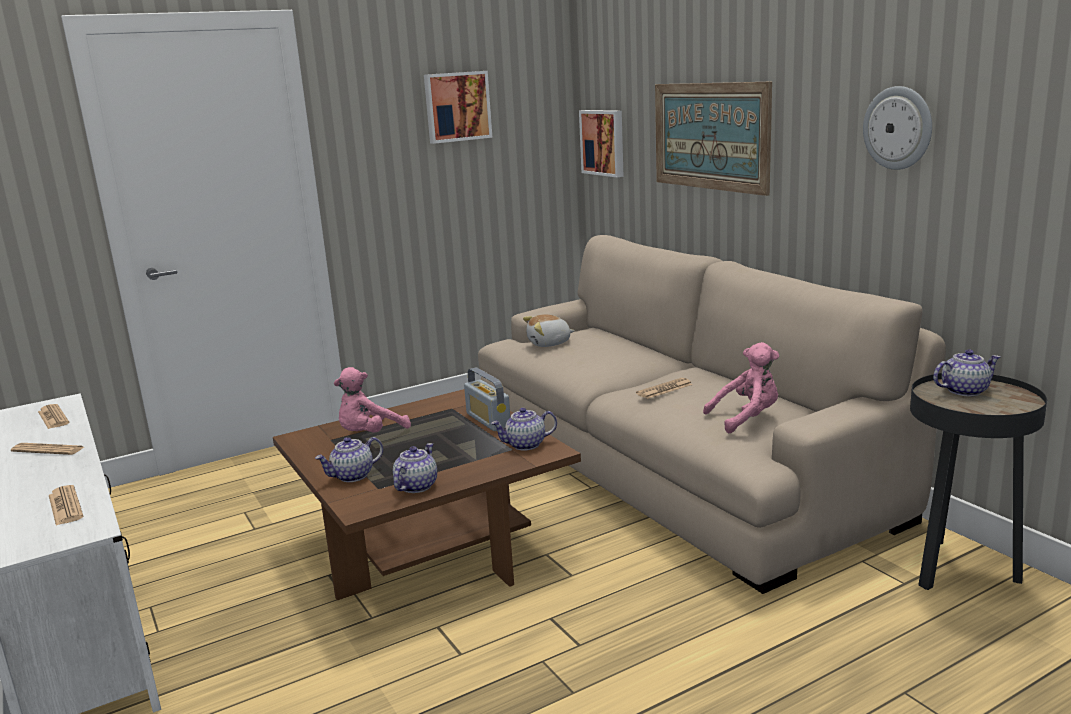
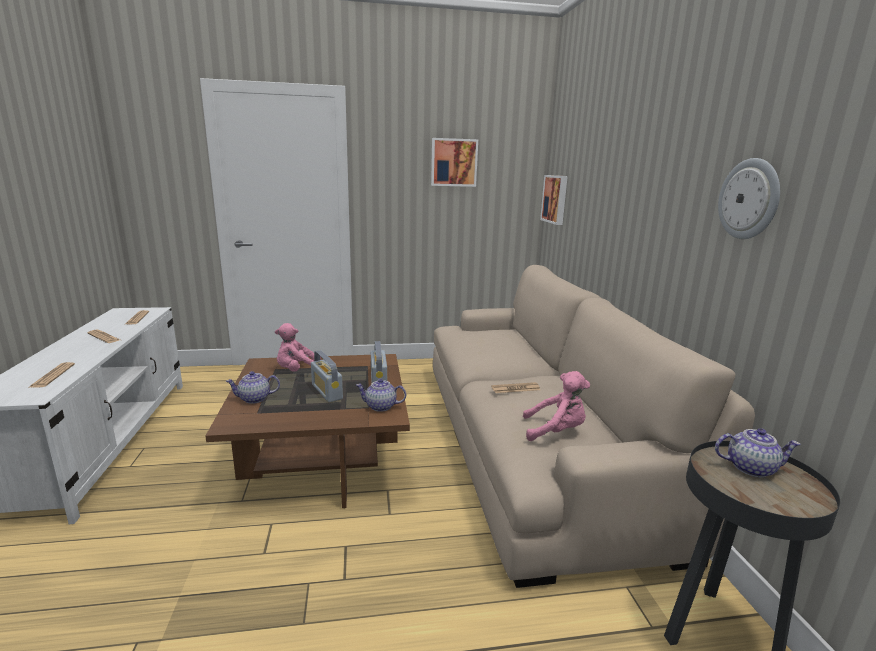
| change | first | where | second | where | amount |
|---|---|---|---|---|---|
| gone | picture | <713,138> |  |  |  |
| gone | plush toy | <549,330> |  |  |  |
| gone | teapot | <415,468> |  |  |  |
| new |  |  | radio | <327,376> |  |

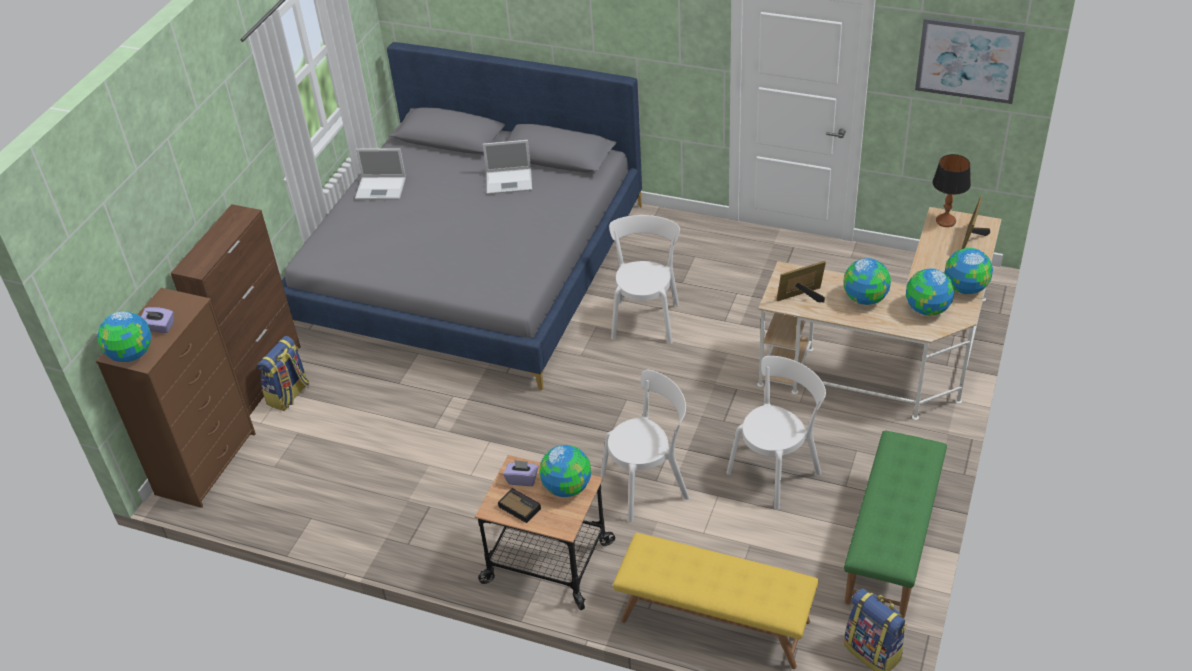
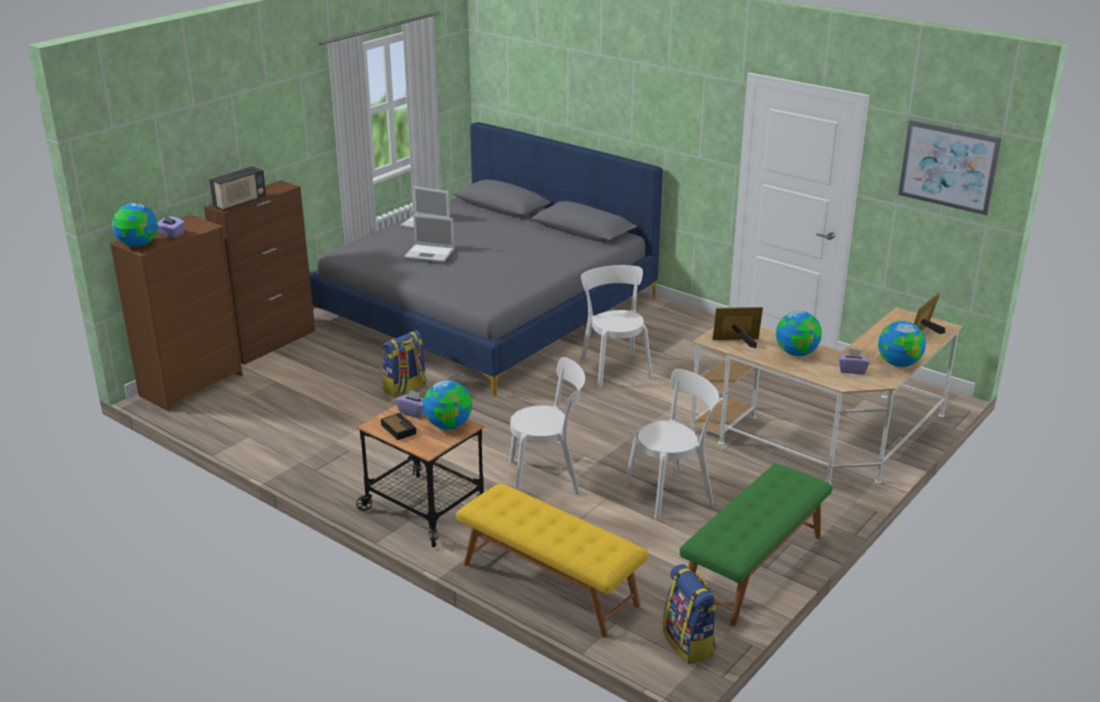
| change | first | where | second | where | amount |
|---|---|---|---|---|---|
| shifted | laptop | <507,167> |  | <429,238> |  |
| gone | table lamp | <952,190> |  |  |  |
| rotated | white chair | <644,279> |  | <616,326> | 45 degrees counterclockwise |
| swapped | globe | <930,292> | purple tissue box | <854,361> |  |
| shifted | backpack | <283,373> |  | <404,364> |  |
| new |  |  | radio | <237,188> |  |

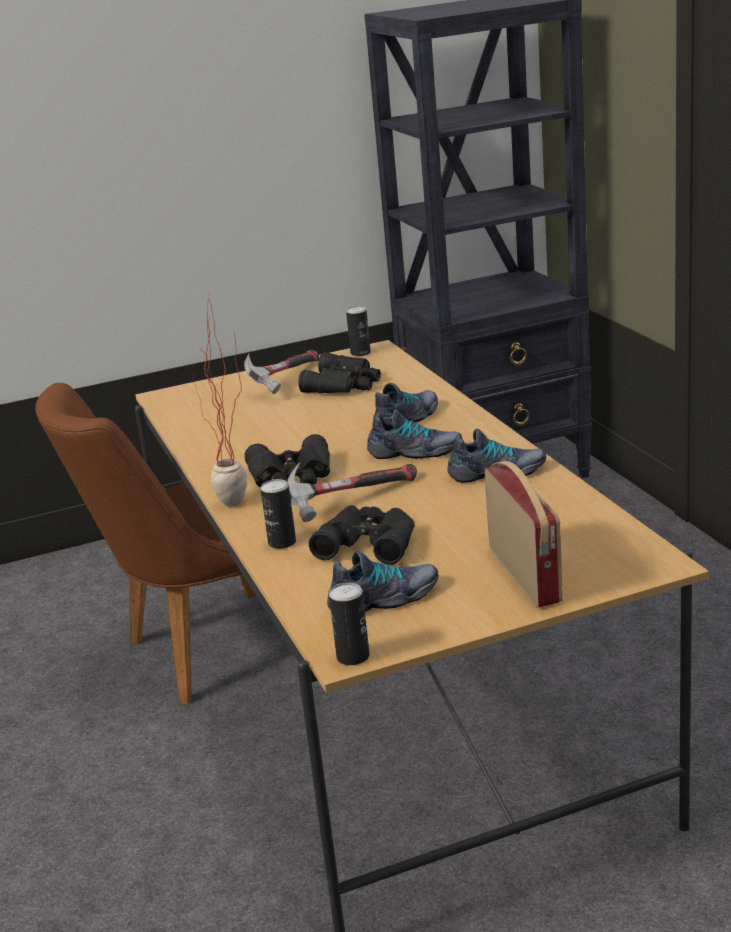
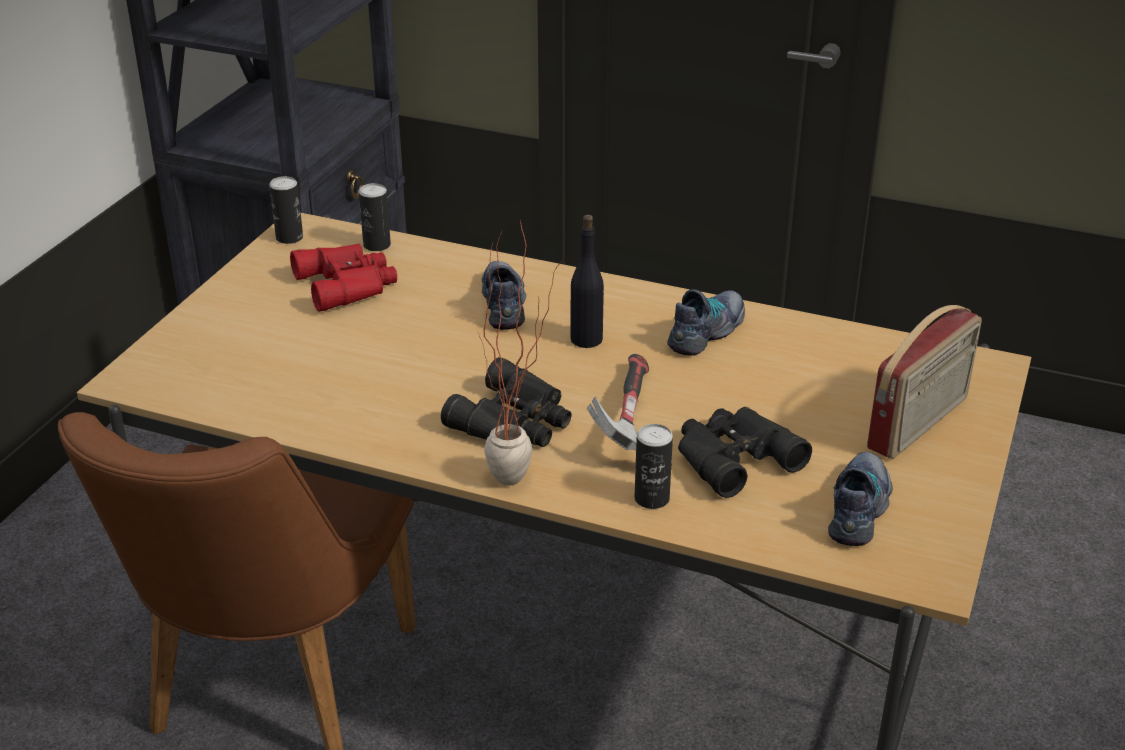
| change | first | where | second | where | amount |
|---|---|---|---|---|---|
| gone | hammer | <281,372> |  |  |  |
| repainted | black binoculars | <339,373> | red binoculars | <343,277> |  |
| swapped | shoe | <414,434> | black bottle | <587,281> |  |
| rotated | radio | <524,534> |  | <924,382> | 105 degrees clockwise |
| shifted | can | <349,624> |  | <375,217> |  |

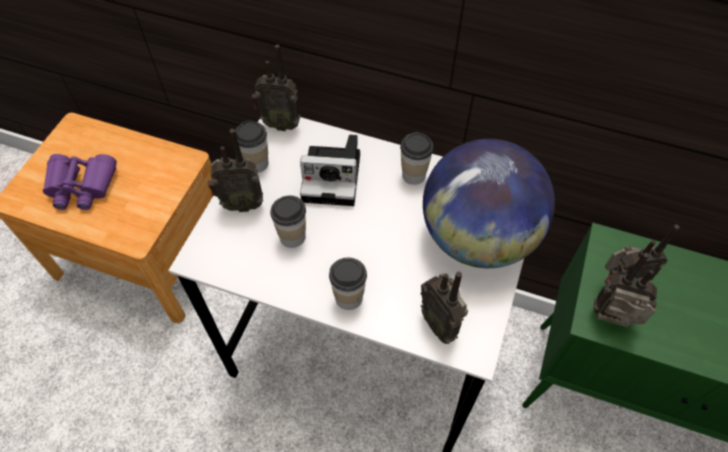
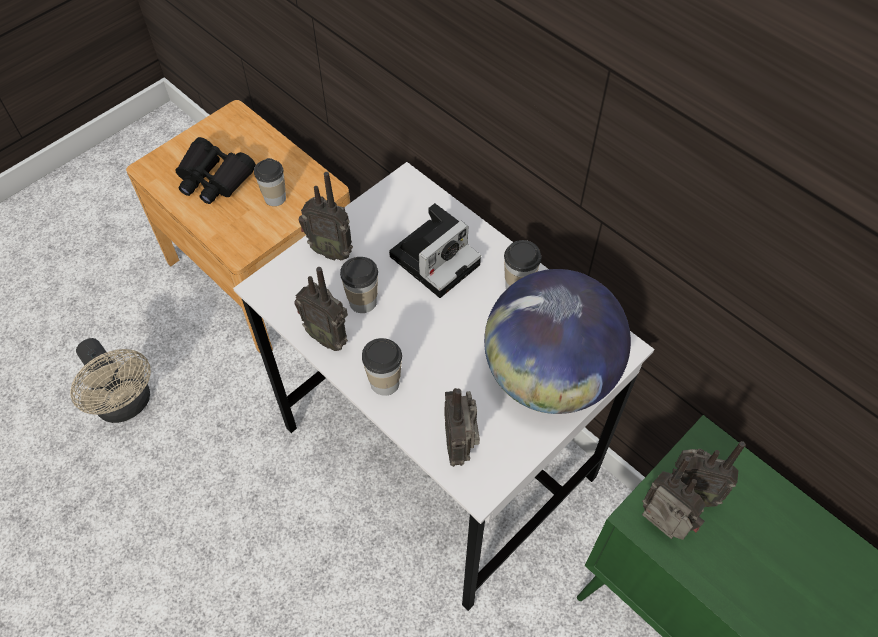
| change | first | where | second | where | amount |
|---|---|---|---|---|---|
| shifted | radio | <276,88> |  | <321,309> |  |
| shifted | cup | <252,146> |  | <270,182> |  |
| rotated | photo camera | <330,170> |  | <435,250> | 75 degrees counterclockwise |
| repainted | purple binoculars | <80,182> | black binoculars | <215,170> |  |
| new |  |  | beige fan | <110,380> |  |

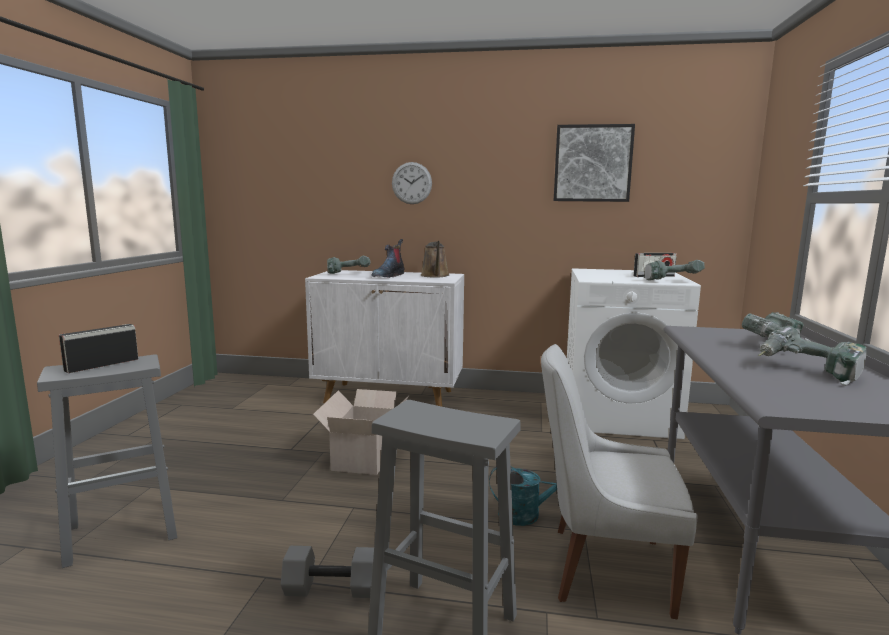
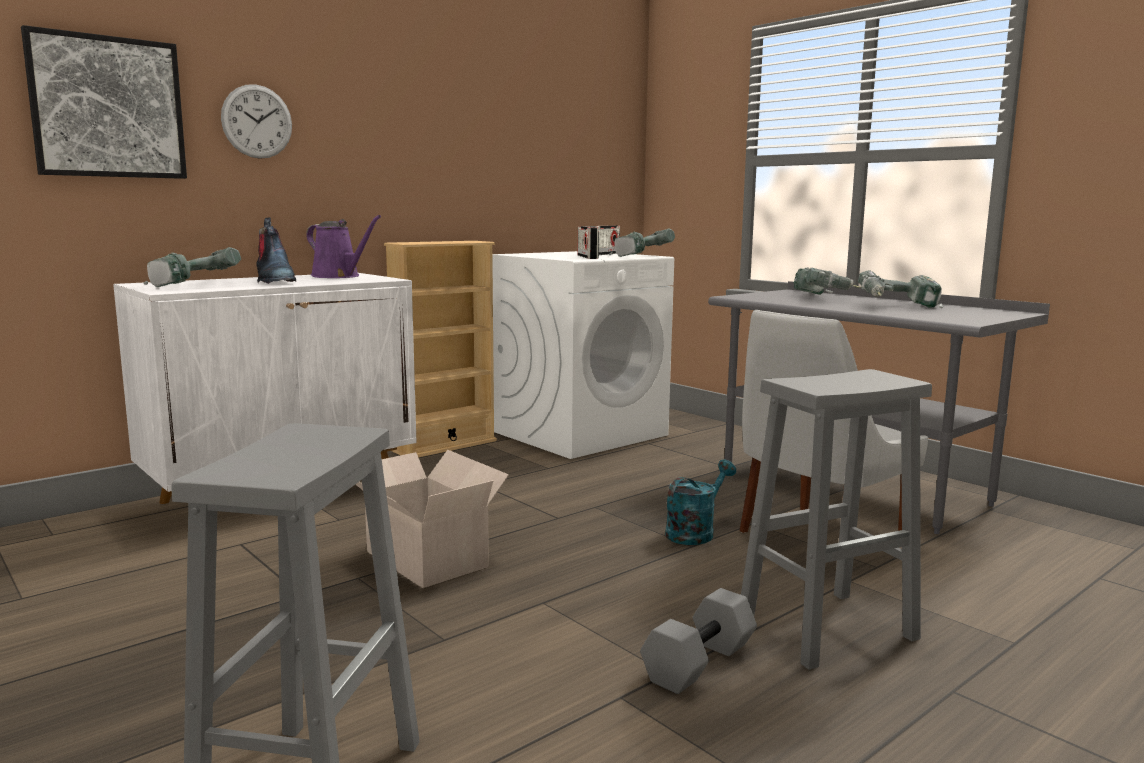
| change | first | where | second | where | amount |
|---|---|---|---|---|---|
| shifted | picture | <594,163> |  | <104,102> |  |
| repainted | brown watering can | <435,259> | purple watering can | <343,246> |  |
| shifted | radio | <98,348> |  | <588,242> |  |
| new |  |  | beige bookcase | <440,349> |  |

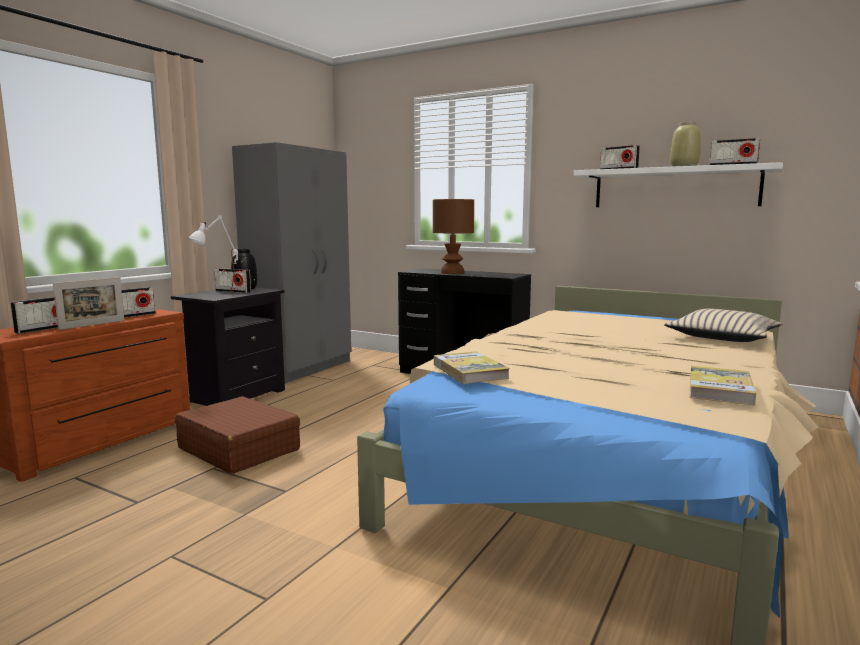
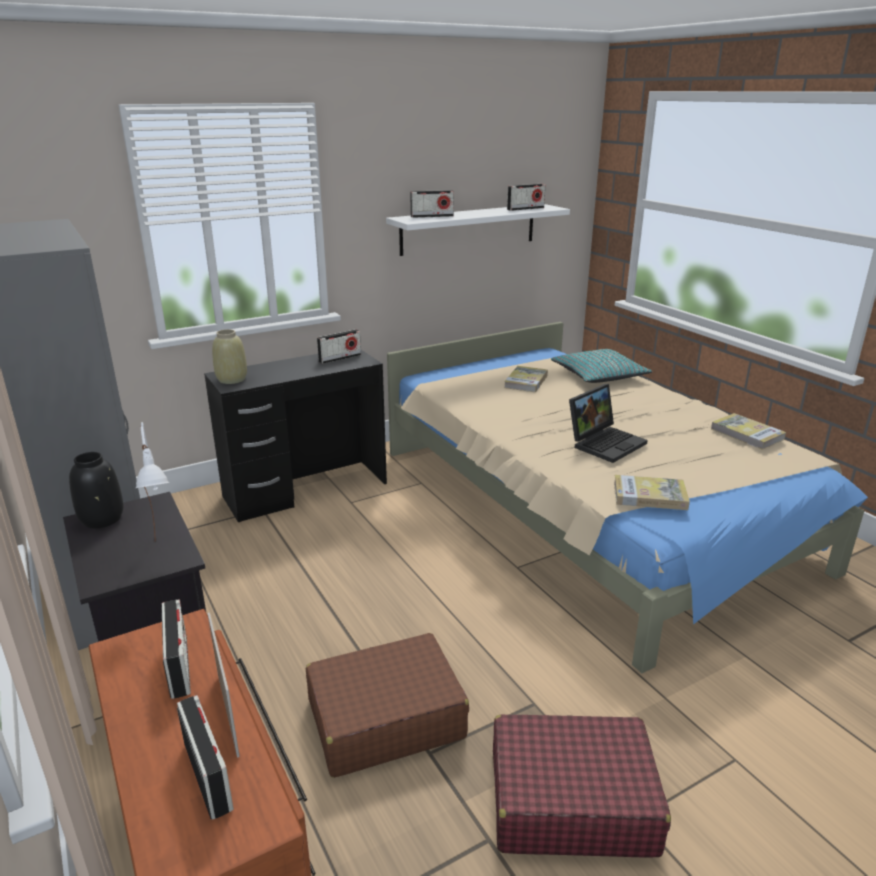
| change | first | where | second | where | amount |
|---|---|---|---|---|---|
| shifted | beige vase | <685,144> |  | <229,356> |  |
| gone | brown table lamp | <453,236> |  |  |  |
| shifted | radio | <232,280> |  | <339,346> |  |
| repainted | beige pillow | <723,325> | turquoise pillow | <602,366> |  |
| new |  |  | book | <526,379> |  |
| new |  |  | laptop | <608,423> |  |
| new |  |  | red suitcase | <582,786> |  |

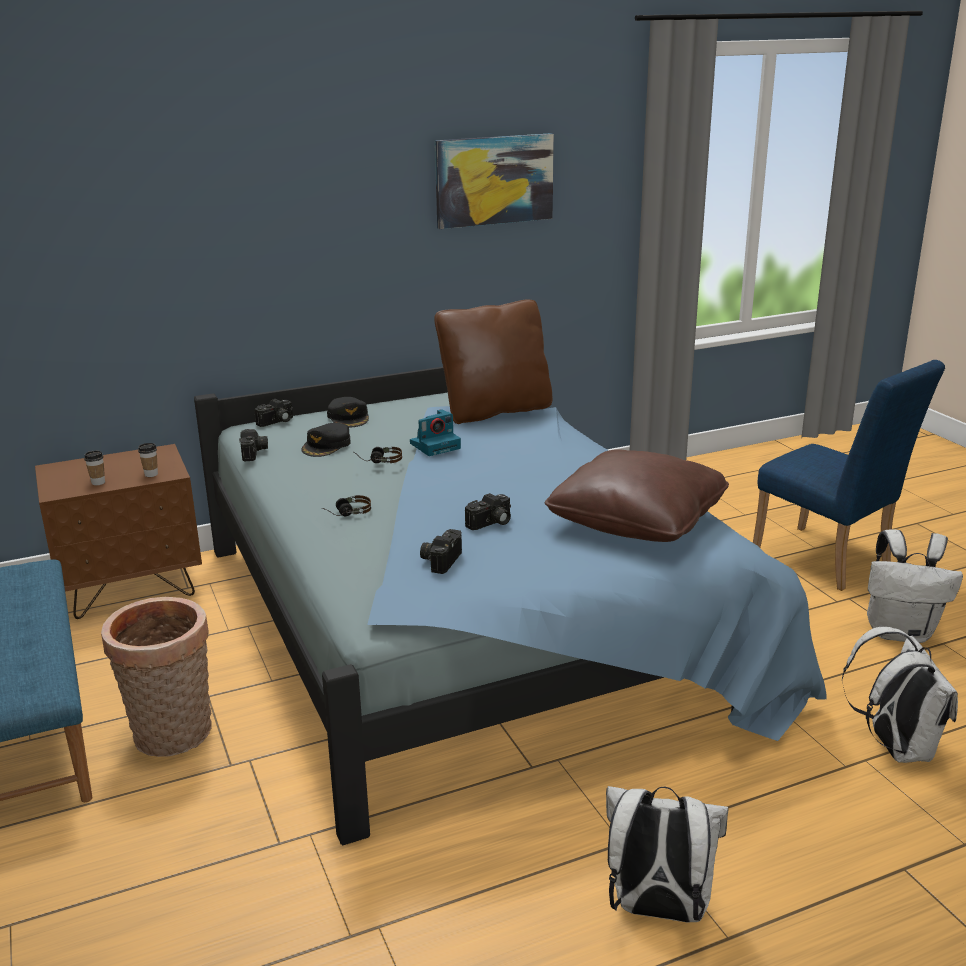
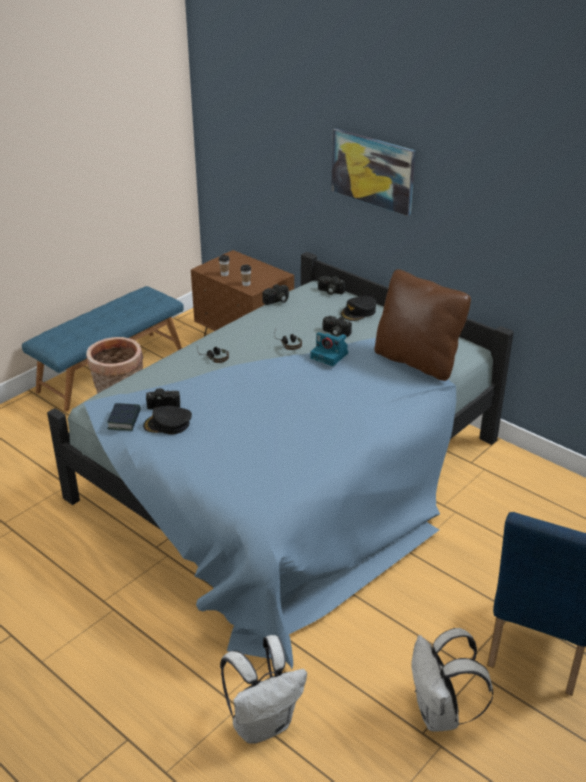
| change | first | where | second | where | amount |
|---|---|---|---|---|---|
| shifted | picture | <494,181> |  | <373,172> |  |
| shifted | black cap | <326,440> |  | <167,420> |  |
| gone | brown pillow | <637,495> |  |  |  |
| shifted | photo camera | <488,511> |  | <337,326> |  |
| gone | white backpack | <667,854> |  |  |  |
| new |  |  | book | <124,417> |  |

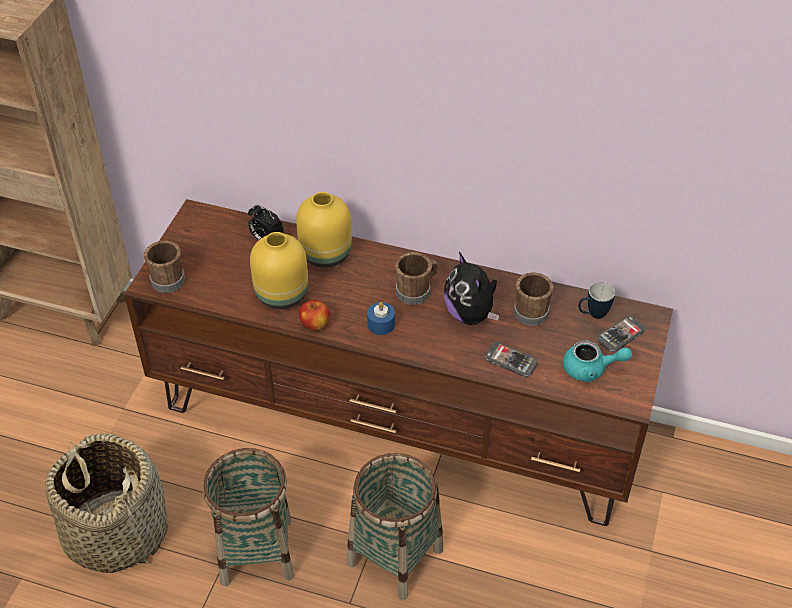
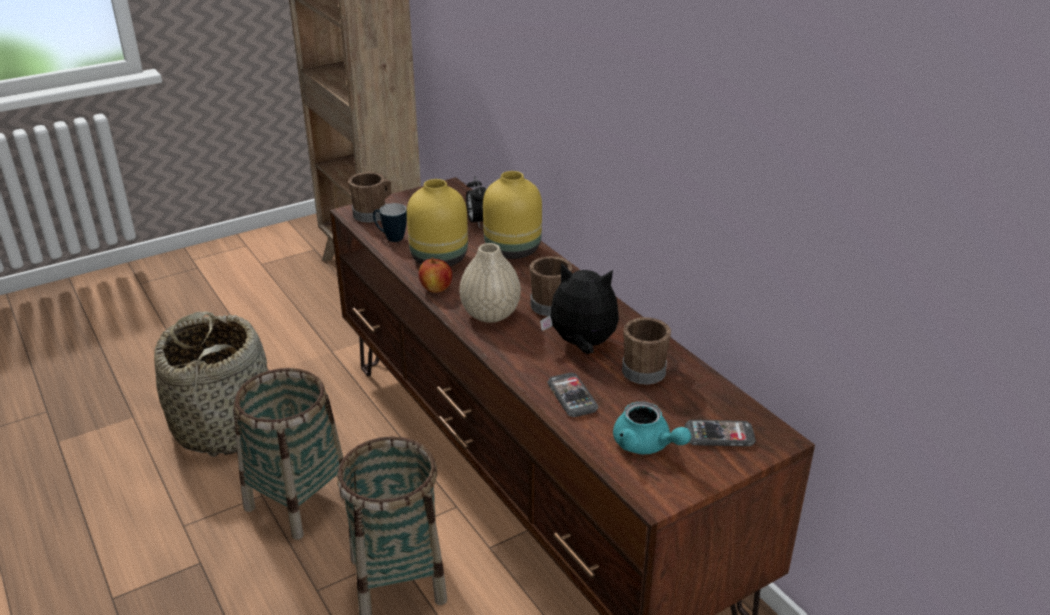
| change | first | where | second | where | amount |
|---|---|---|---|---|---|
| rotated | plush toy | <471,288> |  | <579,308> | 90 degrees clockwise |
| shifted | mug | <596,300> |  | <390,222> |  |
| swapped | blue candle | <381,318> | beige vase | <490,283> |  |

